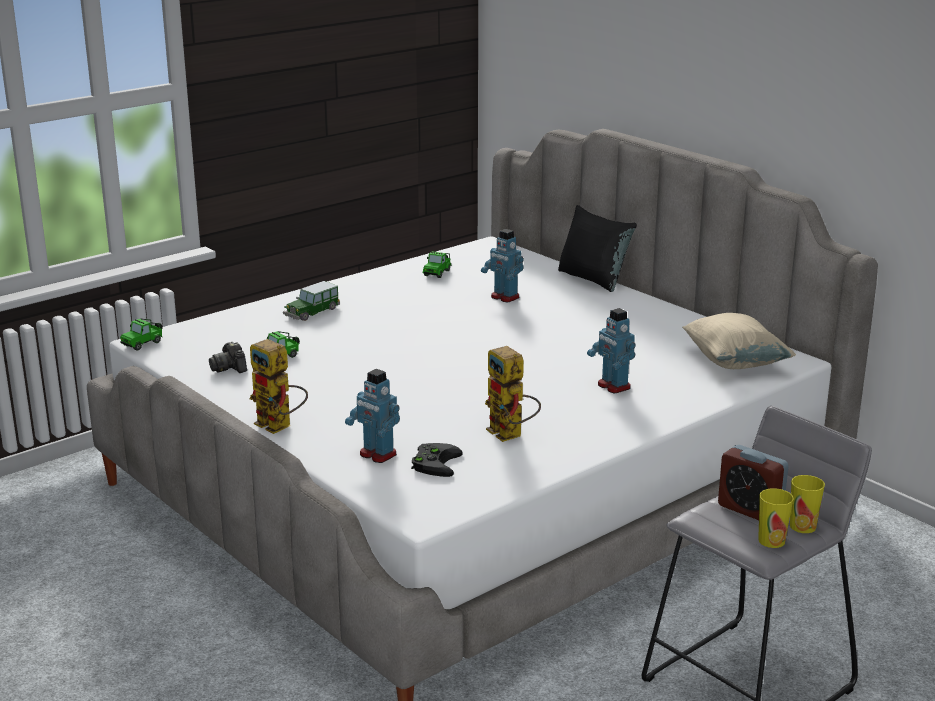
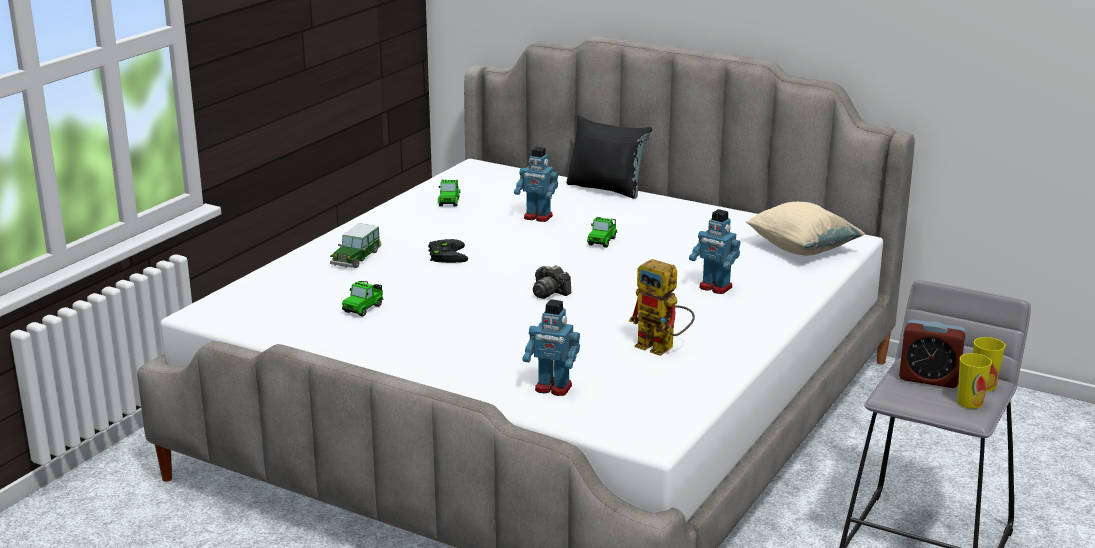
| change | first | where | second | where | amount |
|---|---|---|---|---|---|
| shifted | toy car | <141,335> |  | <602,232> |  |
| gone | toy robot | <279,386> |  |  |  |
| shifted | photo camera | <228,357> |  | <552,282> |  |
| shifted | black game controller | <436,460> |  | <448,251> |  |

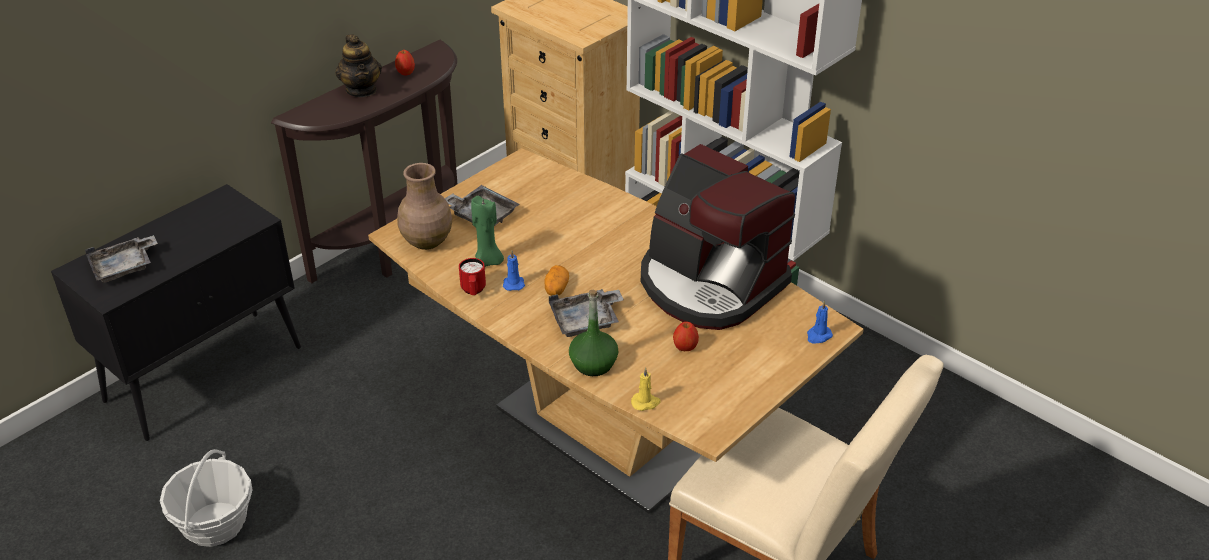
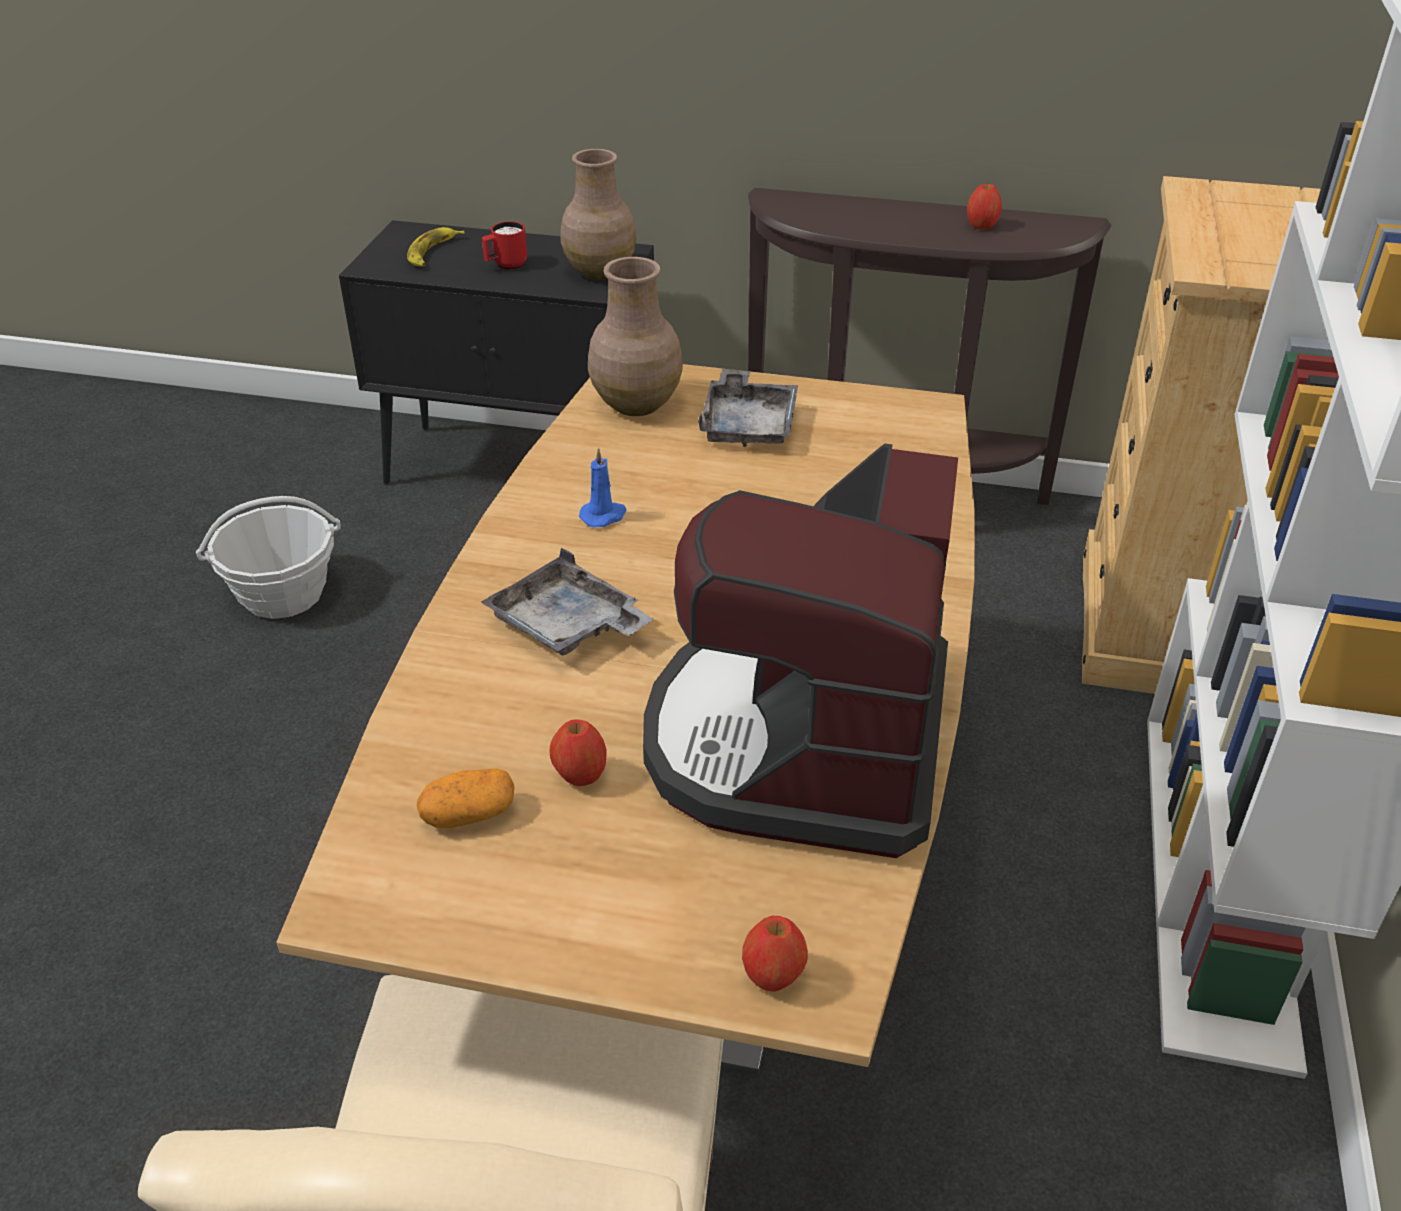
| change | first | where | second | where | amount |
|---|---|---|---|---|---|
| gone | teapot | <359,65> |  |  |  |
| gone | green candle | <487,231> |  |  |  |
| swapped | grey tray | <121,259> | banana | <436,247> |  |
| shifted | red mug | <472,276> |  | <504,245> |  |
| shifted | potato | <556,280> |  | <465,798> |  |
| gone | green bottle | <593,333> |  |  |  |
| swapped | blue candle | <820,322> | apple | <775,954> |  |
| gone | yellow candle | <646,389> |  |  |  |
| new |  |  | brown vase | <598,214> |  |

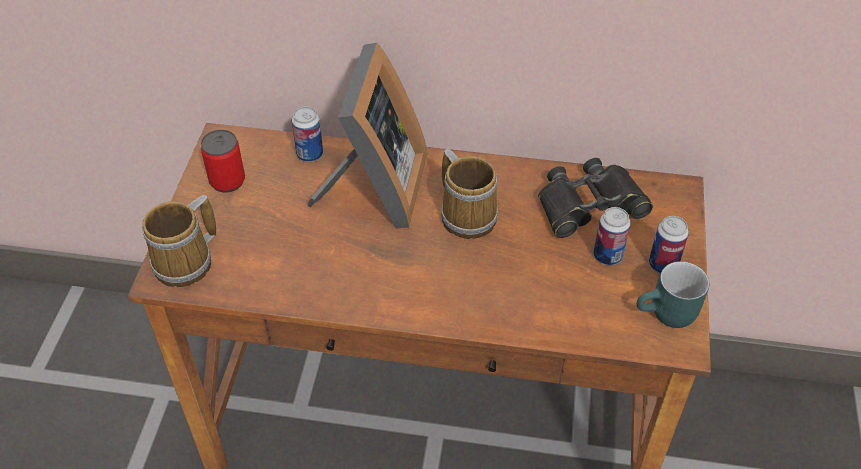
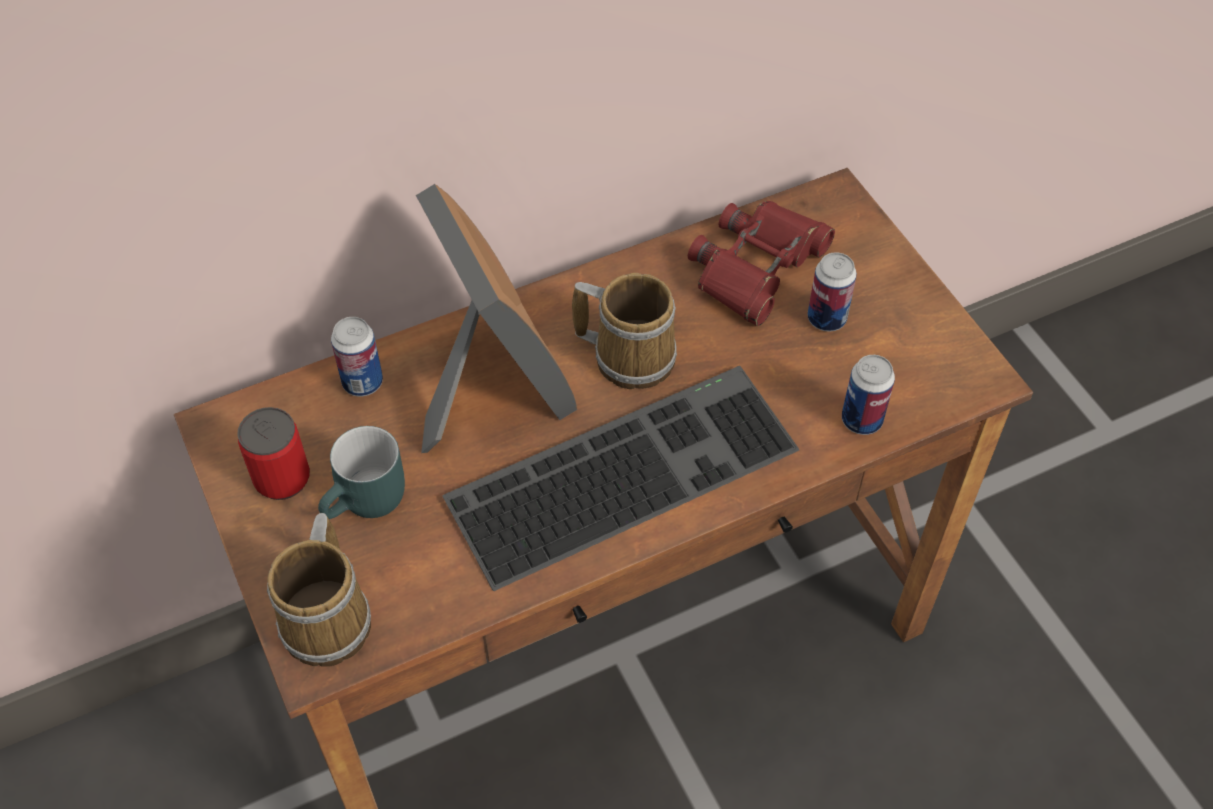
| change | first | where | second | where | amount |
|---|---|---|---|---|---|
| repainted | black binoculars | <595,198> | red binoculars | <761,263> |  |
| shifted | can | <669,245> |  | <868,395> |  |
| shifted | turquoise mug | <673,294> |  | <361,472> |  |
| new |  |  | keyboard | <620,478> |  |

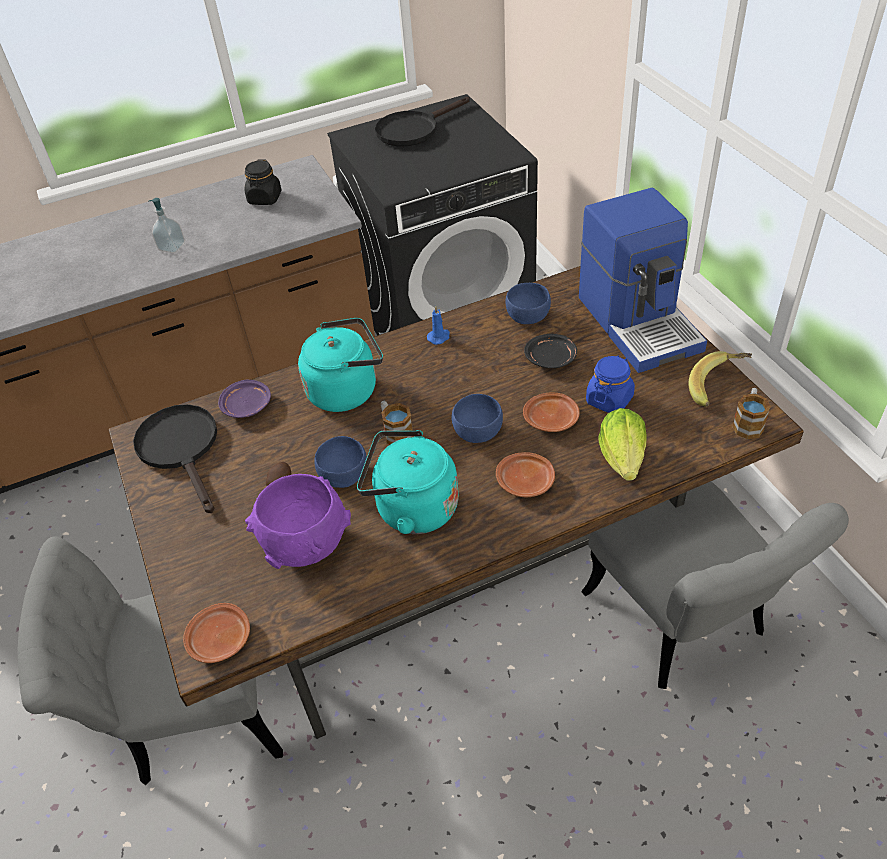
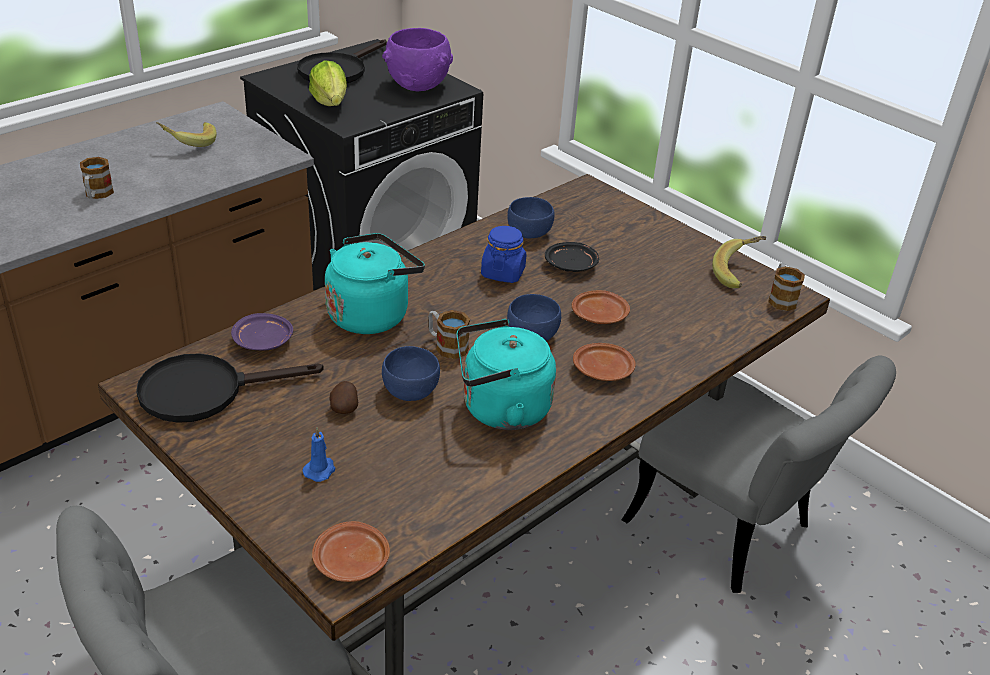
| change | first | where | second | where | amount |
|---|---|---|---|---|---|
| swapped | black jar | <263,182> | banana | <186,134> |  |
| gone | coffee machine | <643,280> |  |  |  |
| swapped | soap dispenser | <167,225> | mug | <97,178> |  |
| shifted | blue candle | <438,325> |  | <319,454> |  |
| shifted | blue jar | <610,384> |  | <503,254> |  |
| rotated | black frying pan | <175,458> |  | <230,388> | 60 degrees counterclockwise |
| shifted | lettuce | <622,444> |  | <328,83> |  |
| shifted | purple bowl | <298,521> |  | <417,60> |  |

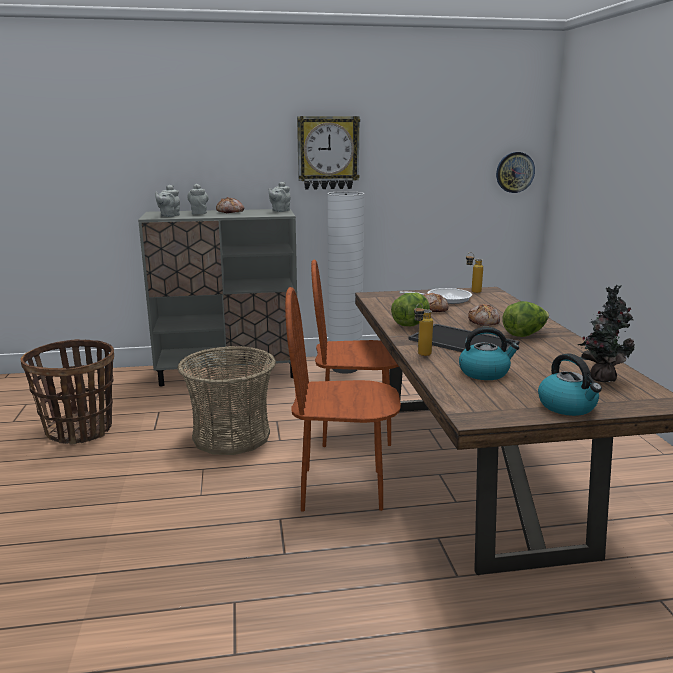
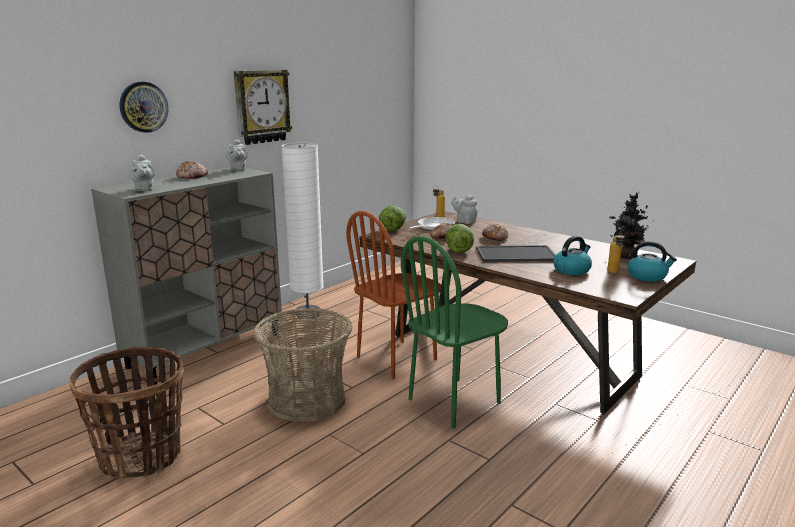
| change | first | where | second | where | amount |
|---|---|---|---|---|---|
| shifted | wall clock | <515,172> |  | <143,107> |  |
| shifted | grey teapot | <197,199> |  | <464,209> |  |
| repainted | brown chair | <343,399> | green chair | <454,332> |  |
| shifted | lettuce | <525,319> |  | <392,218> |  |
| shifted | bottle | <423,329> |  | <616,252> |  |

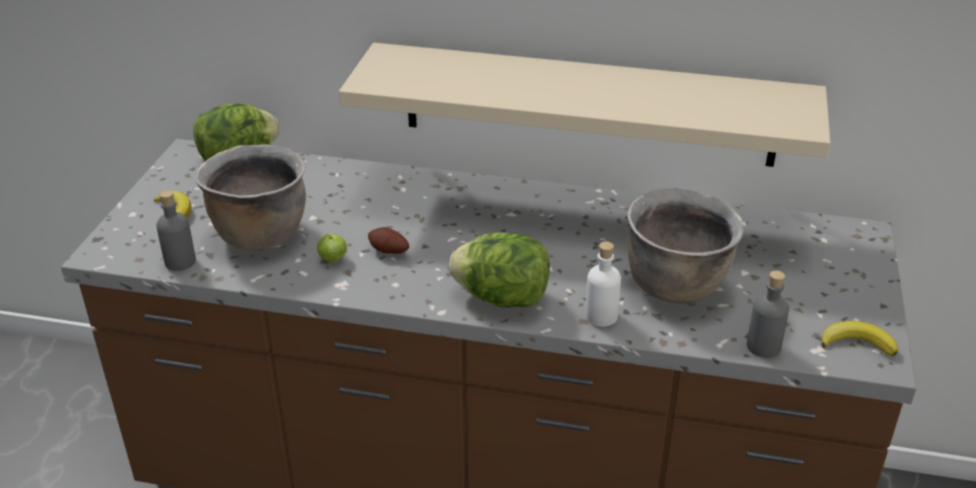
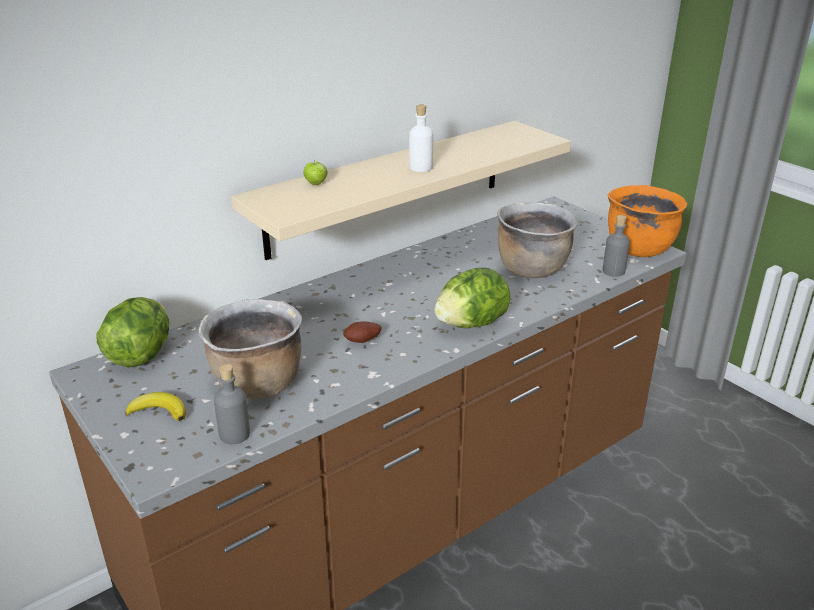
| change | first | where | second | where | amount |
|---|---|---|---|---|---|
| shifted | apple | <332,248> |  | <316,172> |  |
| shifted | white bottle | <603,284> |  | <421,138> |  |
| swapped | banana | <859,338> | orange cooking pot | <647,221> |  |

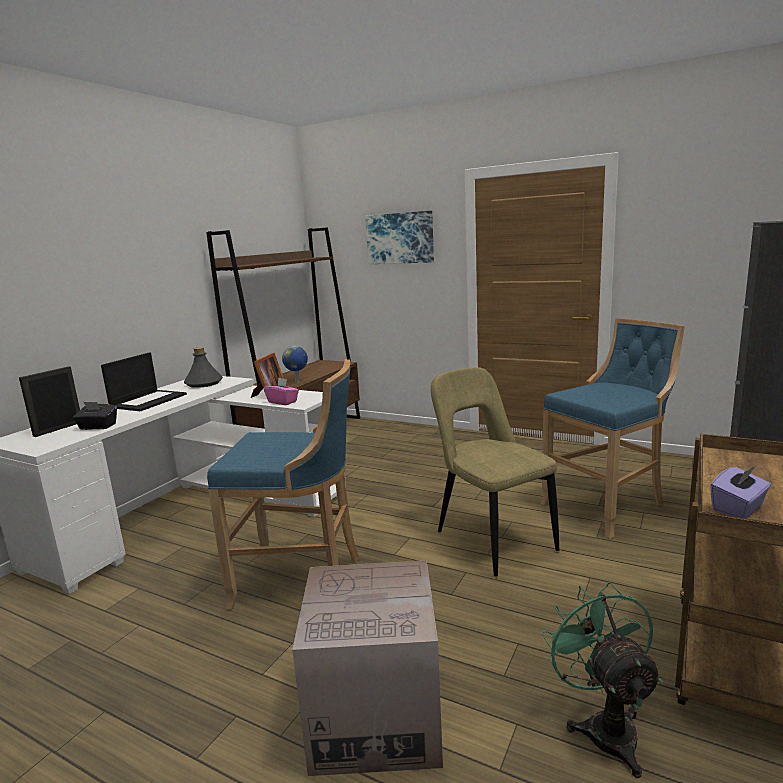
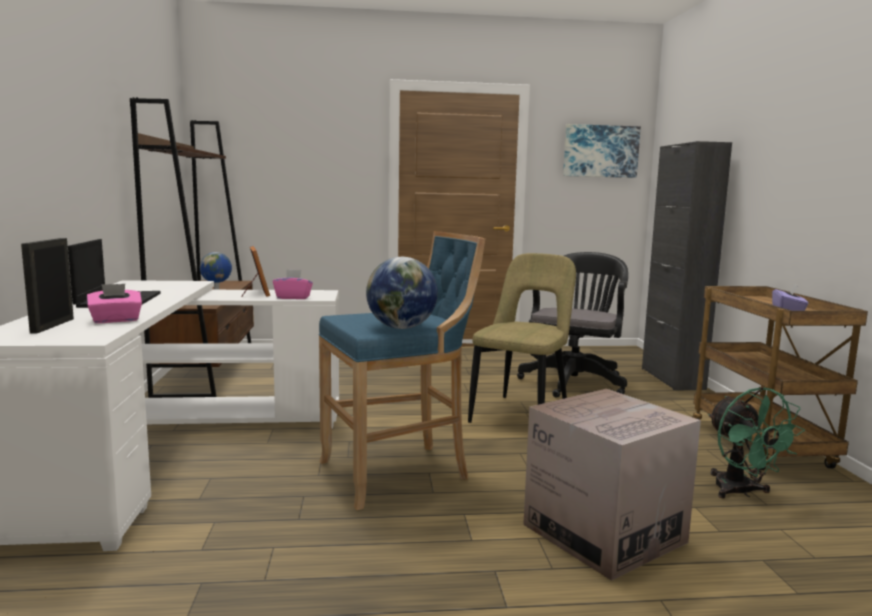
| change | first | where | second | where | amount |
|---|---|---|---|---|---|
| shifted | picture | <399,237> |  | <602,151> |  |
| swapped | blue stool | <612,428> | black office chair | <572,325> |  |
| gone | grey bottle | <203,367> |  |  |  |
| rotated | beige chair | <495,471> |  | <522,338> | 90 degrees clockwise |
| repainted | black tissue box | <95,416> | pink tissue box | <114,303> |  |
| rotated | green fan | <602,680> |  | <756,442> | 150 degrees counterclockwise |
| new |  |  | globe | <402,293> |  |

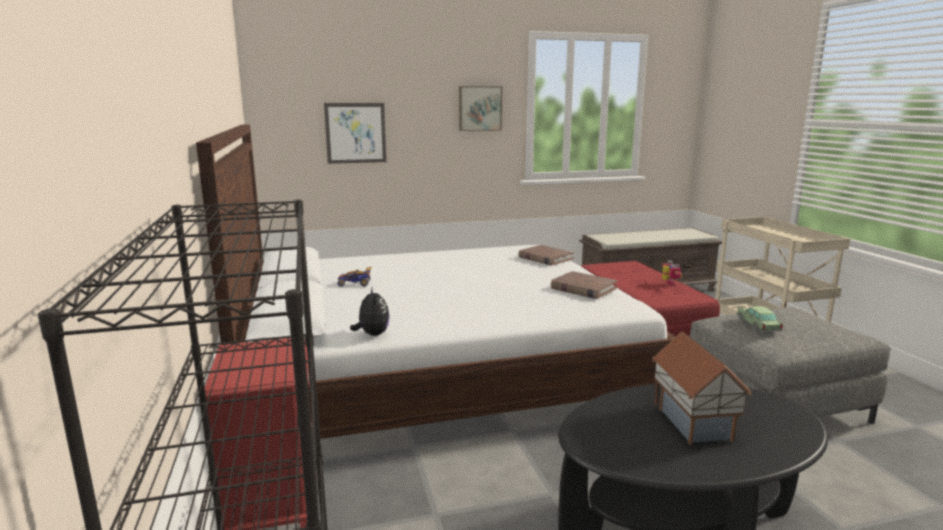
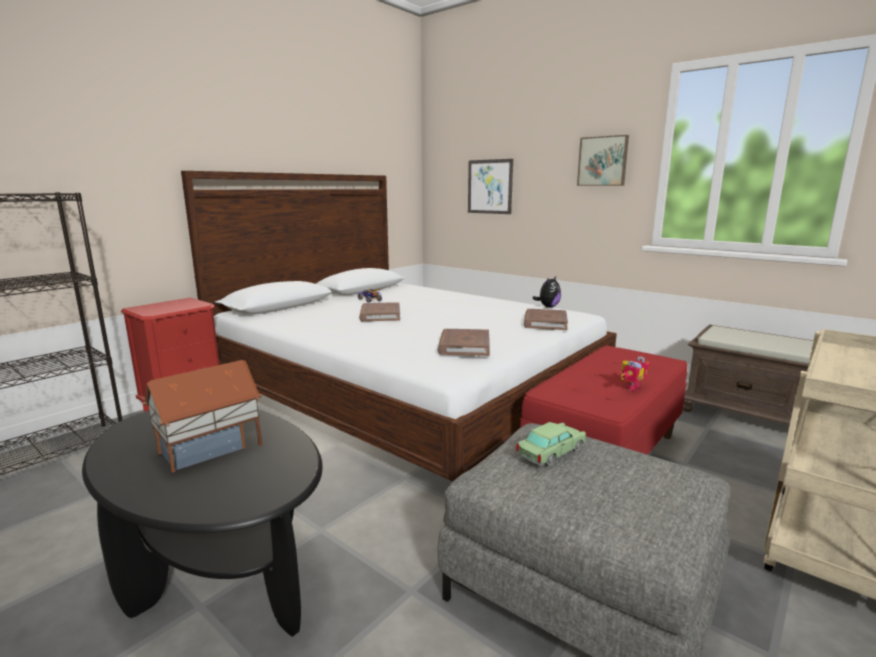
| change | first | where | second | where | amount |
|---|---|---|---|---|---|
| shifted | plush toy | <370,311> |  | <546,291> |  |
| new |  |  | brown book | <379,311> |  |

